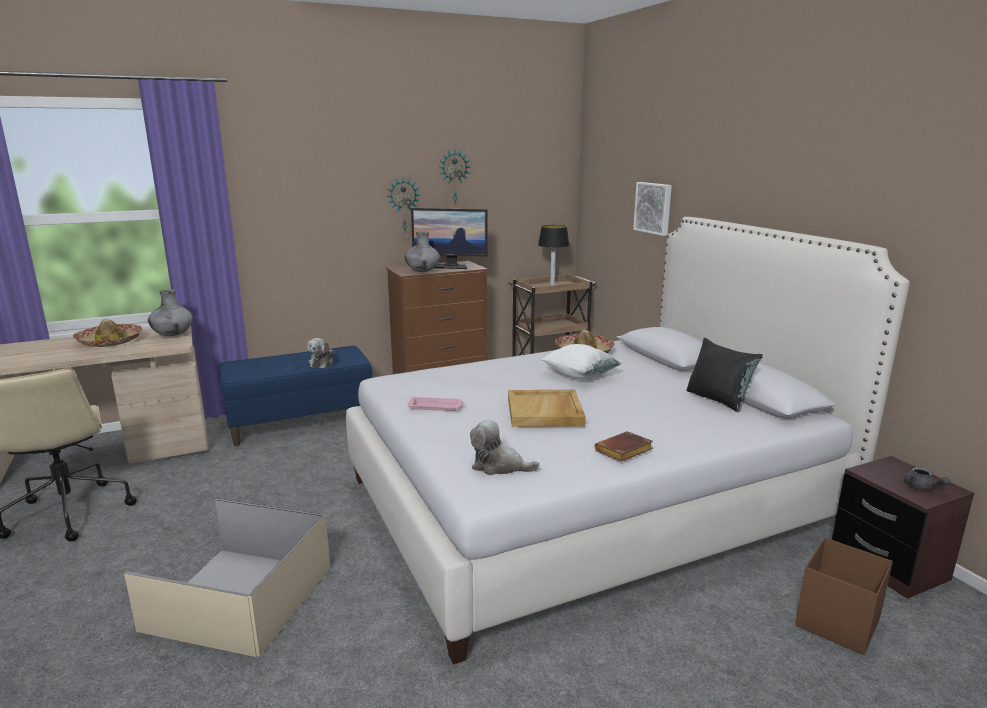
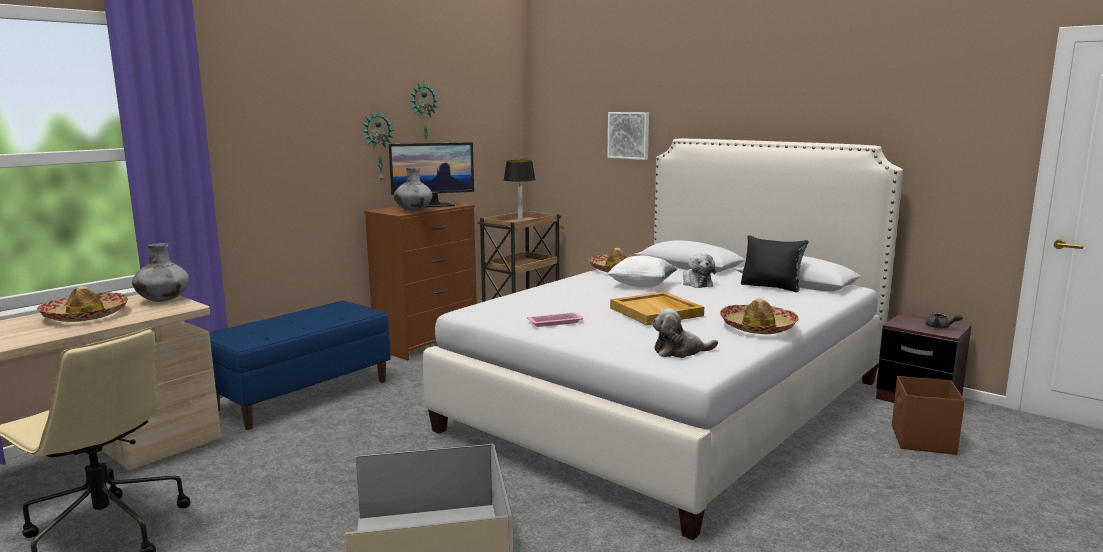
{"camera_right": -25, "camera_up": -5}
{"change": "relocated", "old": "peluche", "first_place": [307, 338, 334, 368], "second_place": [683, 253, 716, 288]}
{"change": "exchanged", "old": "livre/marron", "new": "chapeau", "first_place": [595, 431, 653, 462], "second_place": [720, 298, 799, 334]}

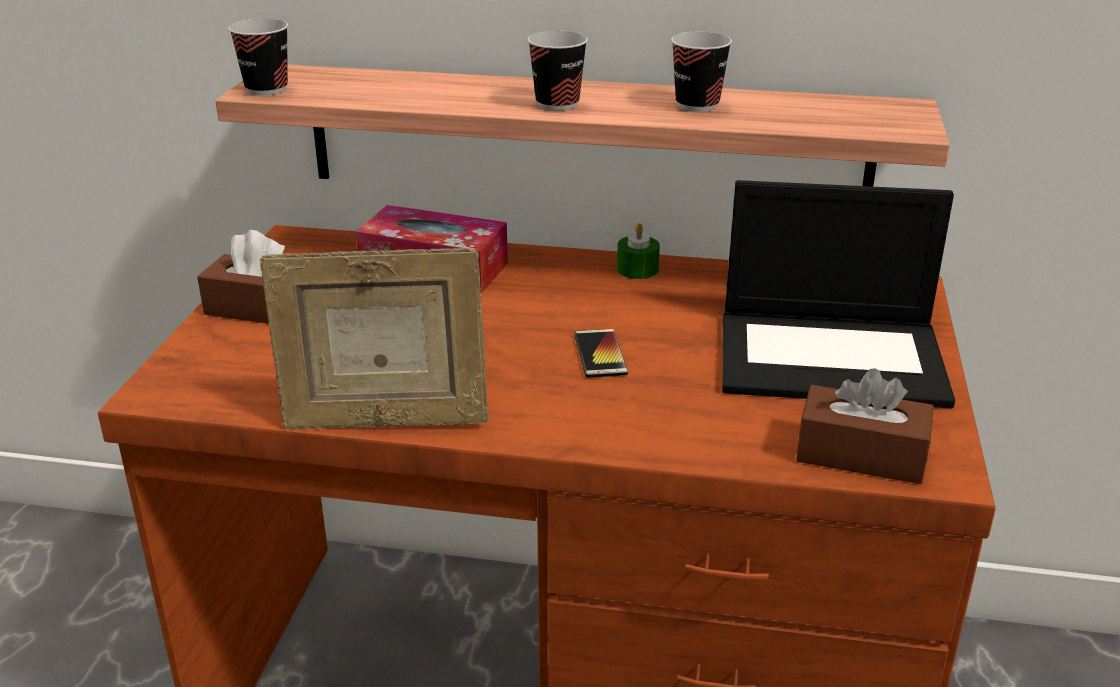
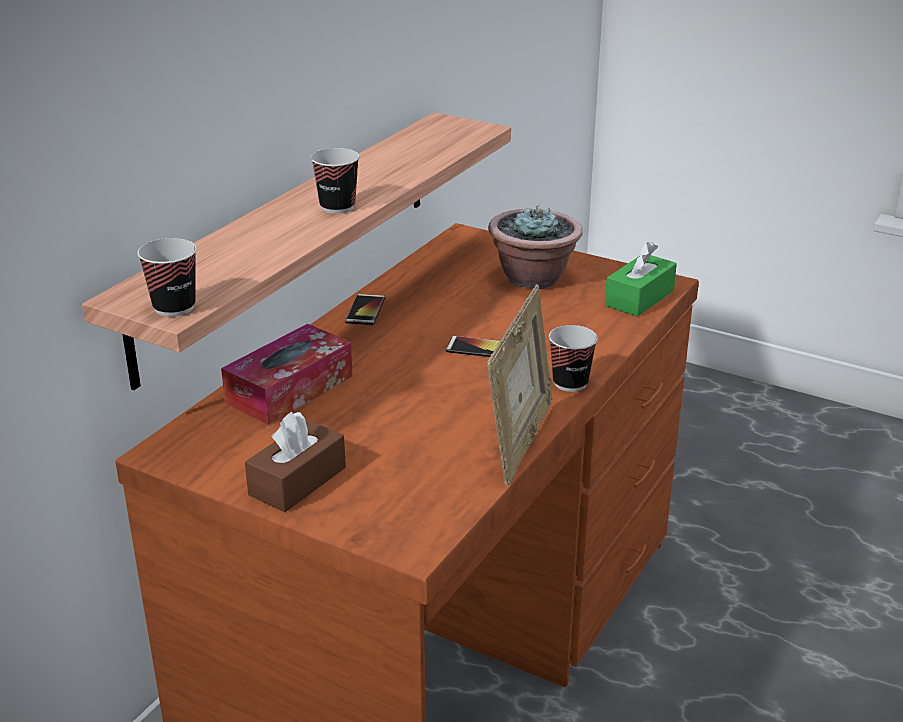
{"camera_right": -70, "camera_up": 0}
{"change": "relocated", "old": "tasse", "first_place": [671, 32, 732, 112], "second_place": [549, 325, 598, 392]}
{"change": "exchanged", "old": "bougie/vert", "new": "téléphone", "first_place": [617, 223, 660, 279], "second_place": [345, 294, 385, 325]}
{"change": "exchanged", "old": "ordinateur portable", "new": "plante en pot", "first_place": [722, 180, 955, 408], "second_place": [488, 205, 582, 289]}
{"change": "colour", "old": "boîte à mouchoirs/marron", "new": "boîte à mouchoirs/vert", "first_place": [796, 368, 934, 484], "second_place": [605, 242, 677, 317]}

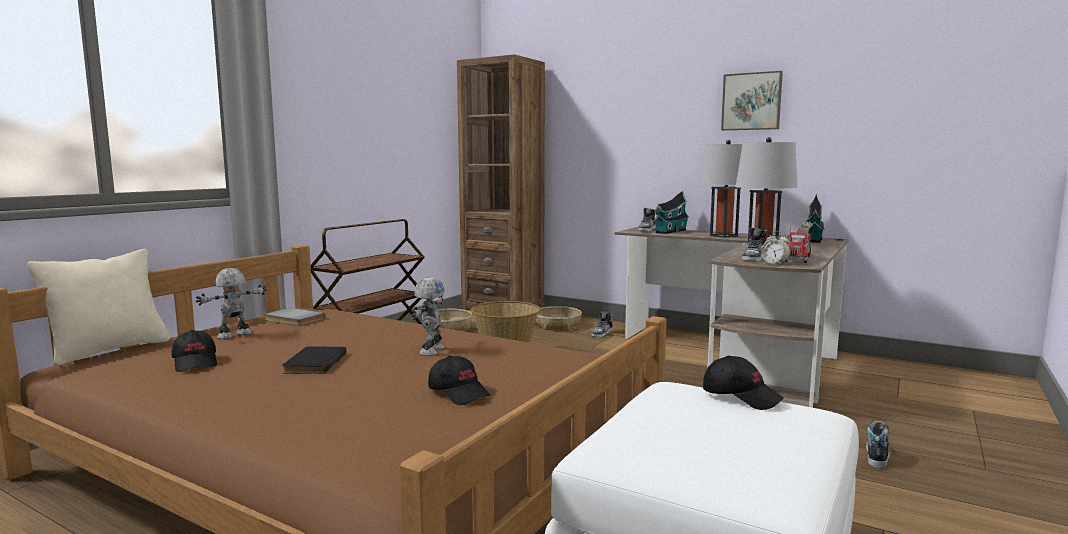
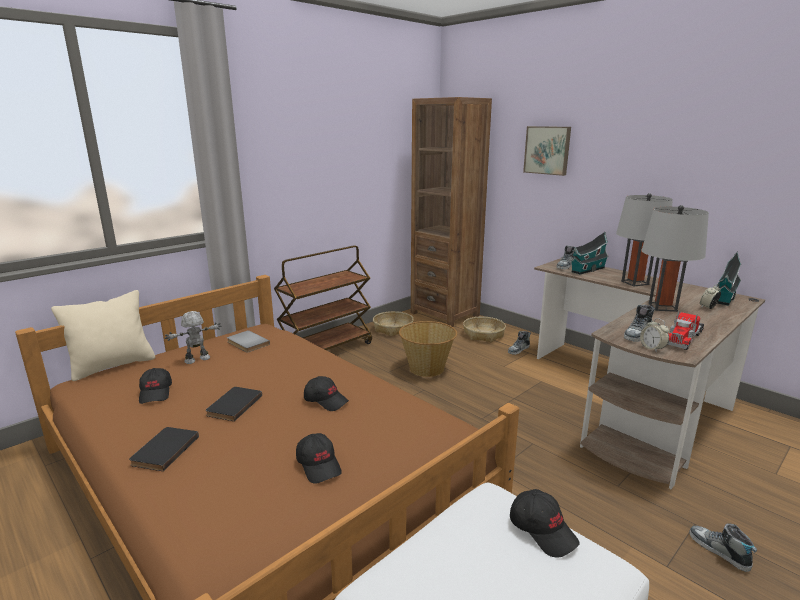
{"camera_right": 15, "camera_up": 10}
{"change": "appeared", "new": "livre/noir", "second_place": [129, 427, 199, 471]}
{"change": "relocated", "old": "tableau", "first_place": [721, 71, 783, 130], "second_place": [523, 126, 571, 176]}
{"change": "exchanged", "old": "robot jouet", "new": "casquette/noir", "first_place": [412, 277, 445, 356], "second_place": [304, 376, 349, 411]}
{"change": "spun", "old": "chaussure", "first_place": [866, 421, 890, 468], "second_place": [689, 524, 757, 572], "degrees": -75}

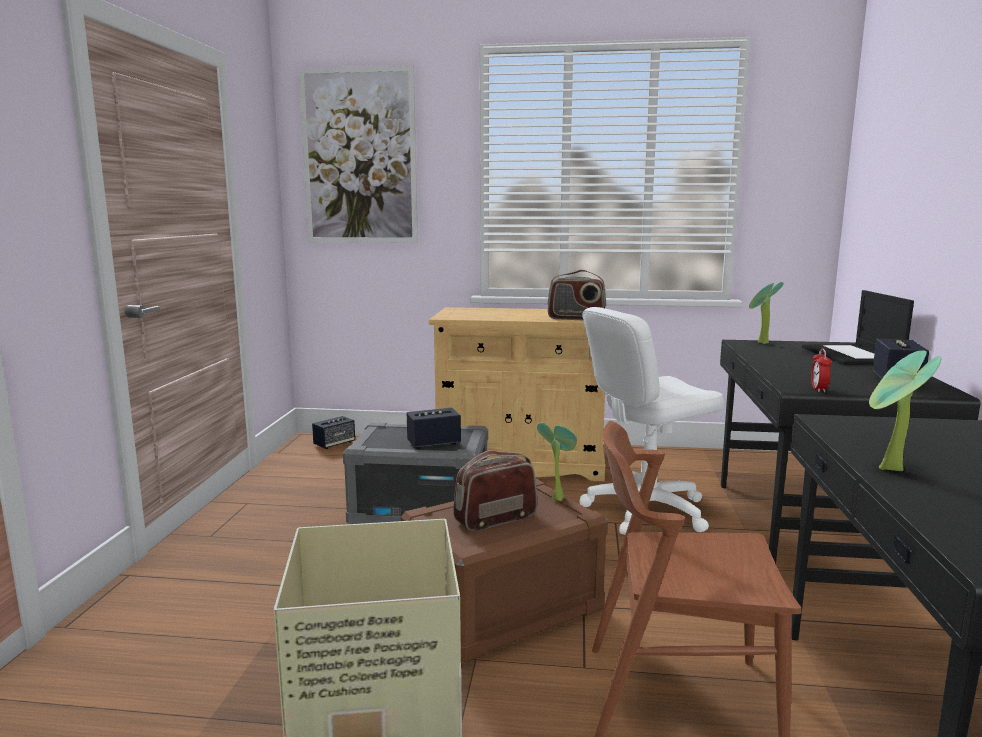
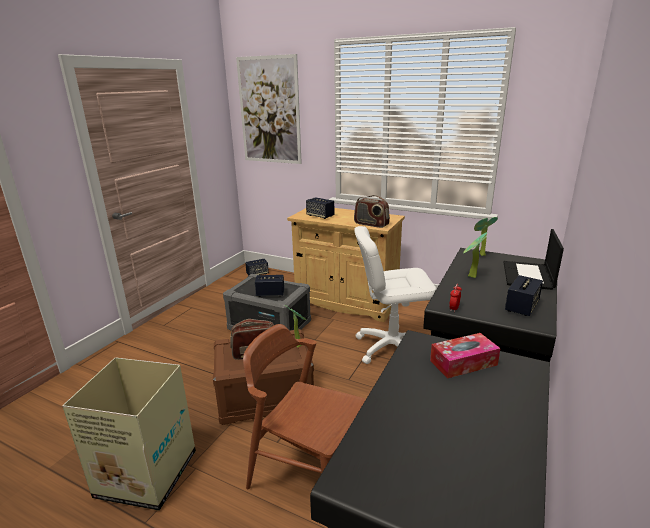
{"camera_right": 20, "camera_up": 10}
{"change": "appeared", "new": "enceinte", "second_place": [306, 197, 335, 219]}
{"change": "appeared", "new": "boîte à mouchoirs", "second_place": [430, 333, 500, 378]}
{"change": "relocated", "old": "plante en pot", "first_place": [869, 350, 942, 471], "second_place": [463, 232, 488, 278]}

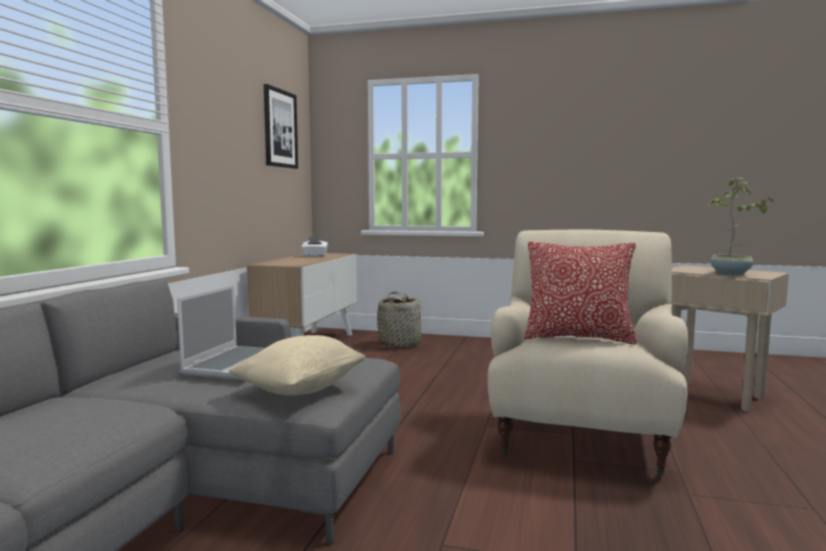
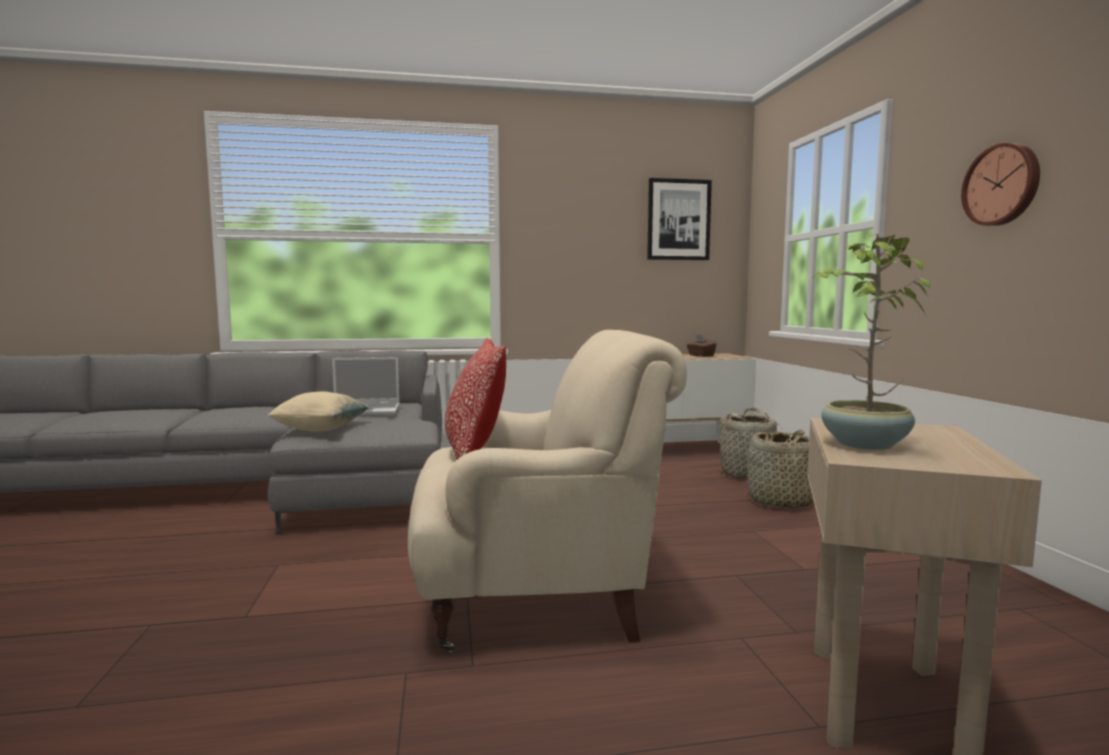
{"camera_right": 65, "camera_up": 0}
{"change": "appeared", "new": "panier", "second_place": [748, 426, 813, 509]}
{"change": "appeared", "new": "horloge murale", "second_place": [961, 143, 1040, 226]}
{"change": "colour", "old": "boîte à mouchoirs/blanc", "new": "boîte à mouchoirs/marron", "first_place": [301, 237, 328, 257], "second_place": [687, 335, 717, 357]}

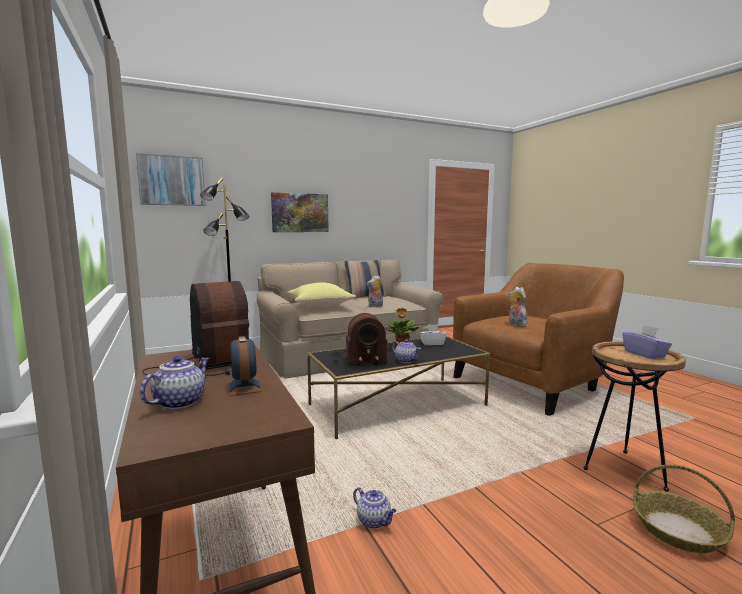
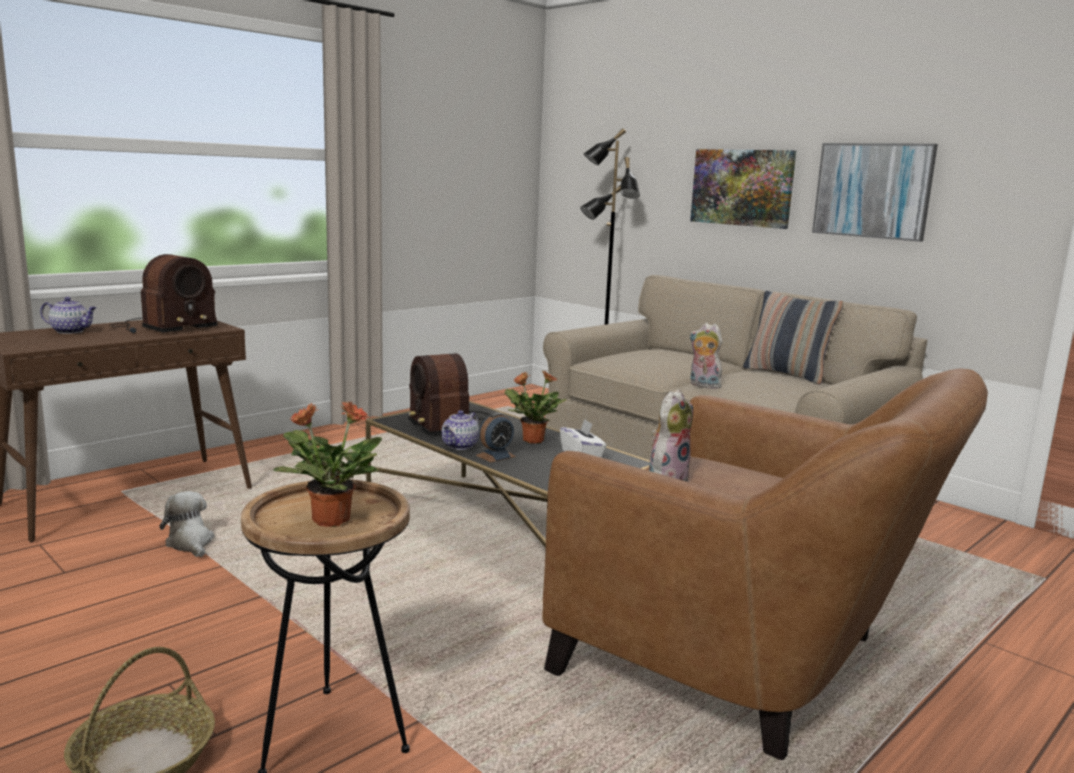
{"camera_right": 70, "camera_up": 5}
{"change": "missing", "old": "coussin/jaune", "first_place": [287, 282, 356, 308]}
{"change": "relocated", "old": "tableau", "first_place": [136, 153, 206, 206], "second_place": [812, 143, 938, 242]}
{"change": "relocated", "old": "réveil", "first_place": [229, 336, 261, 396], "second_place": [476, 412, 516, 462]}
{"change": "exchanged", "old": "théière", "new": "peluche", "first_place": [353, 487, 396, 529], "second_place": [160, 491, 214, 557]}
{"change": "exchanged", "old": "boîte à mouchoirs/violet", "new": "plante en pot", "first_place": [622, 325, 672, 359], "second_place": [274, 401, 382, 527]}

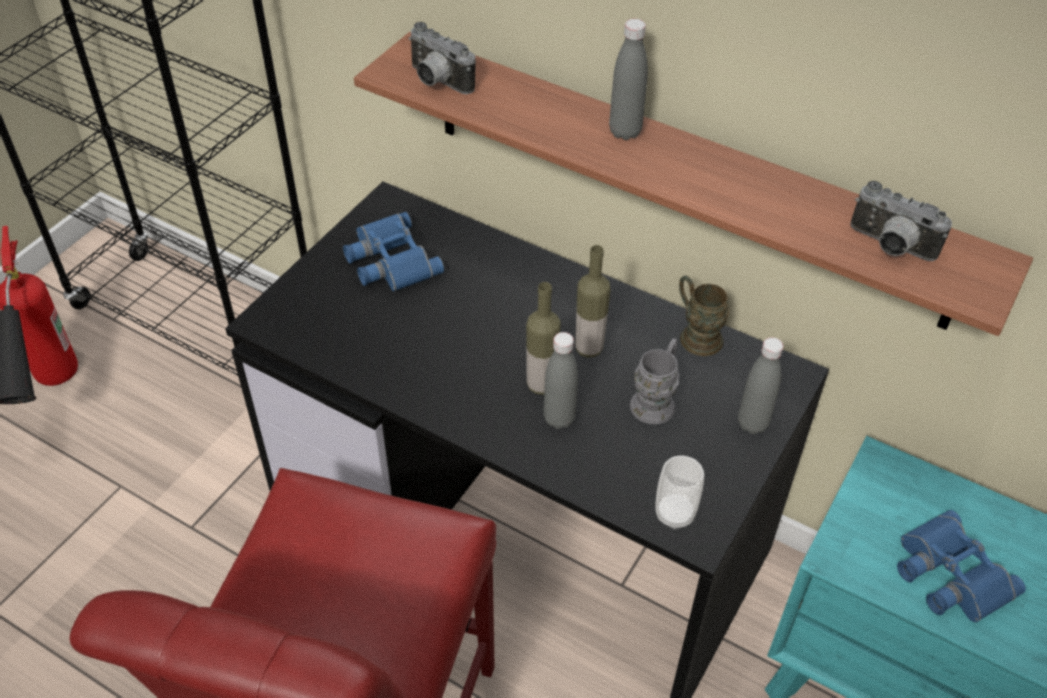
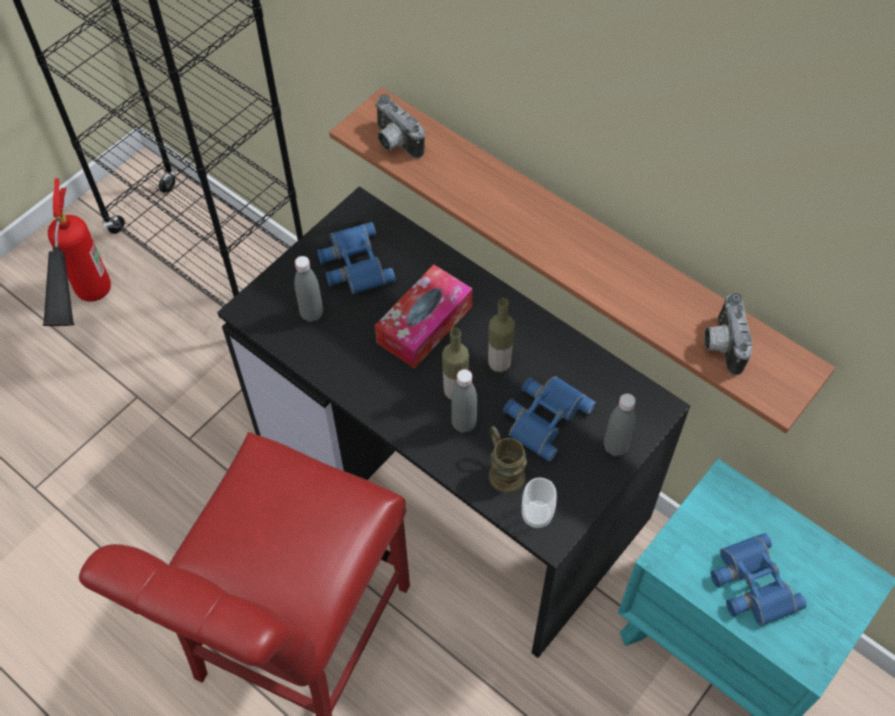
{"camera_right": 10, "camera_up": 10}
{"change": "appeared", "new": "boîte à mouchoirs", "second_place": [375, 265, 473, 369]}
{"change": "relocated", "old": "bouteille/gris", "first_place": [609, 19, 648, 140], "second_place": [294, 256, 323, 322]}
{"change": "relocated", "old": "mug/marron", "first_place": [679, 276, 729, 356], "second_place": [488, 426, 527, 493]}
{"change": "exchanged", "old": "mug/gris", "new": "jumelles/bleu", "first_place": [630, 338, 679, 424], "second_place": [503, 376, 596, 462]}
{"change": "spun", "old": "appareil photo", "first_place": [850, 181, 952, 261], "second_place": [704, 293, 752, 375], "degrees": 45}

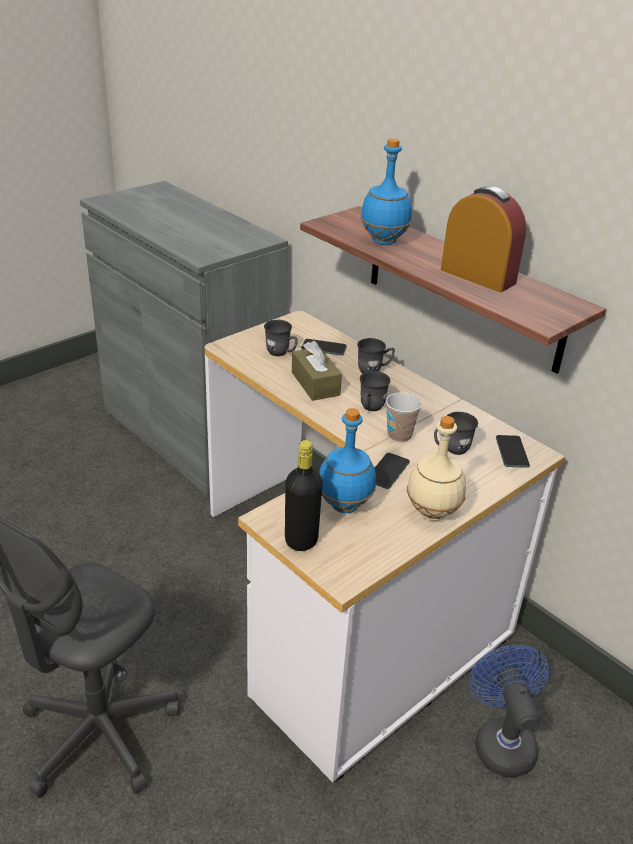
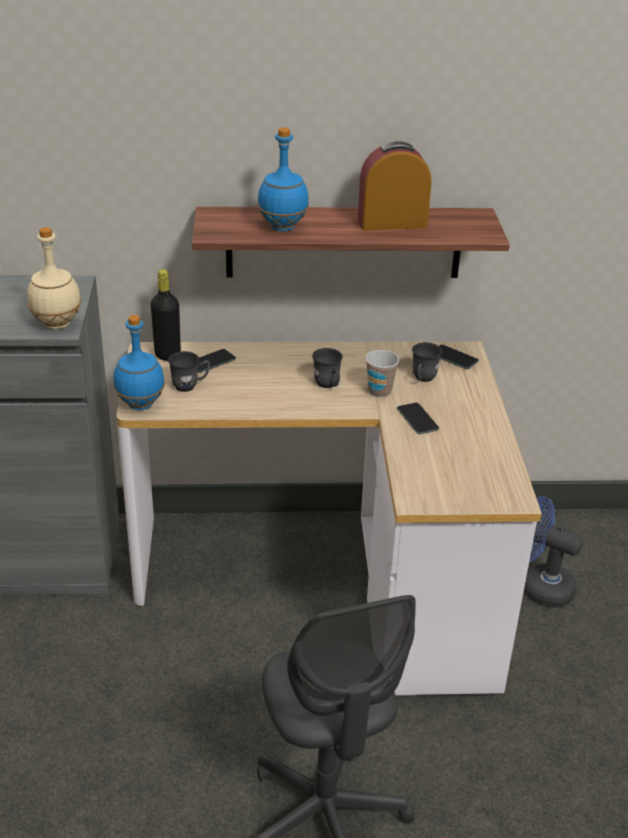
{"camera_right": -50, "camera_up": 0}
{"change": "missing", "old": "boîte à mouchoirs/marron", "first_place": [292, 341, 342, 401]}
{"change": "missing", "old": "mug/gris", "first_place": [357, 338, 395, 374]}
{"change": "relocated", "old": "bouteille/noir", "first_place": [285, 440, 323, 551], "second_place": [151, 269, 181, 361]}
{"change": "relocated", "old": "bouteille/bleu", "first_place": [319, 408, 376, 513], "second_place": [114, 315, 165, 410]}
{"change": "relocated", "old": "bouteille/beige", "first_place": [407, 416, 466, 521], "second_place": [27, 227, 81, 329]}

